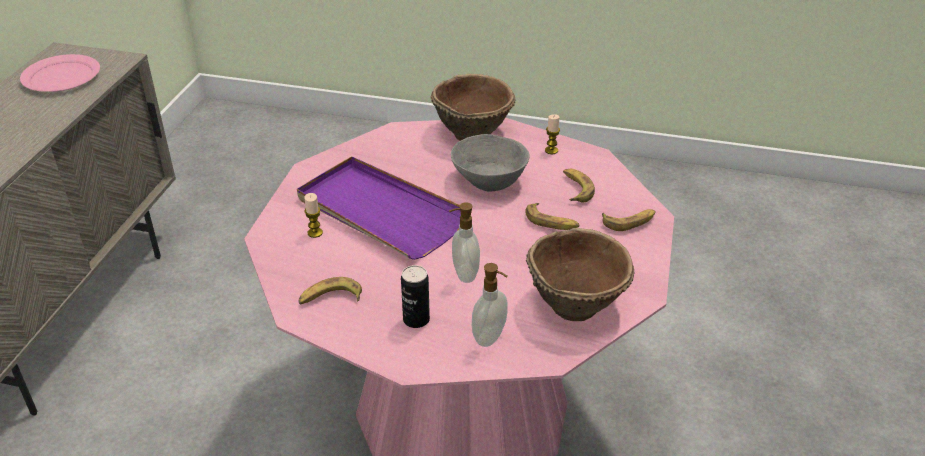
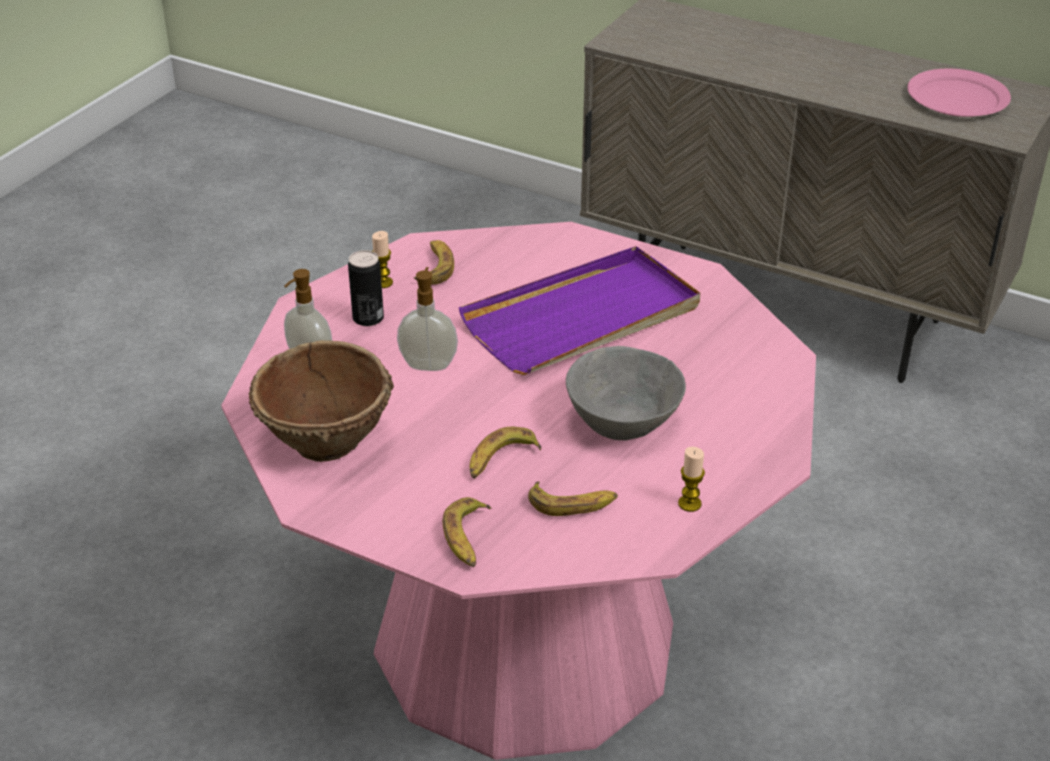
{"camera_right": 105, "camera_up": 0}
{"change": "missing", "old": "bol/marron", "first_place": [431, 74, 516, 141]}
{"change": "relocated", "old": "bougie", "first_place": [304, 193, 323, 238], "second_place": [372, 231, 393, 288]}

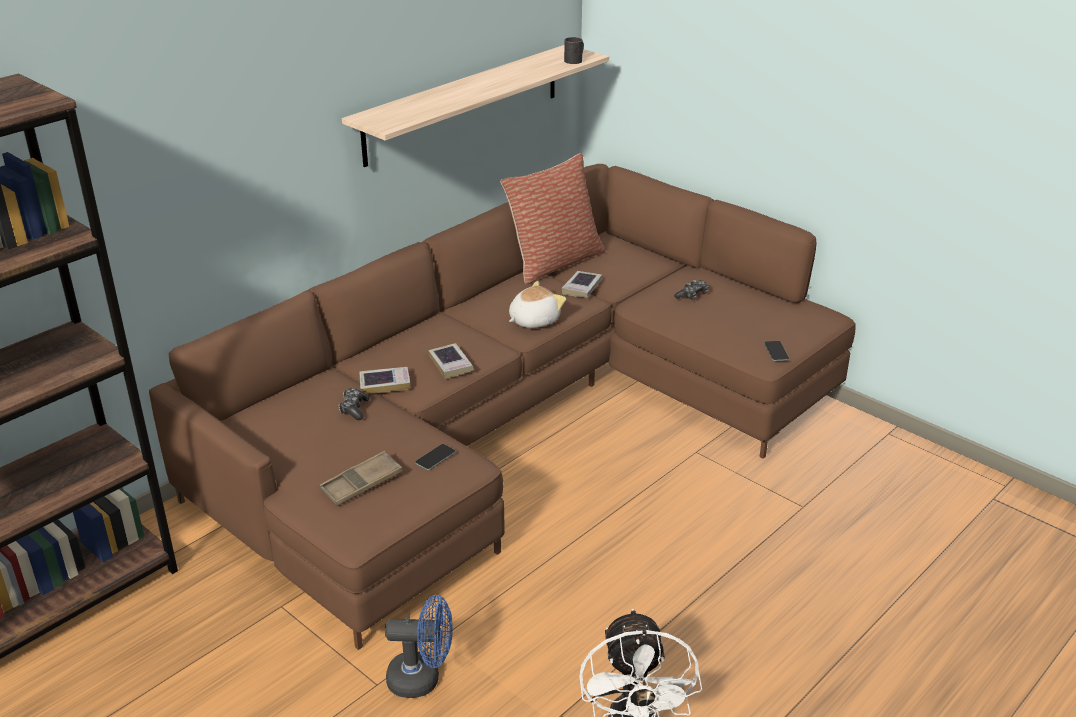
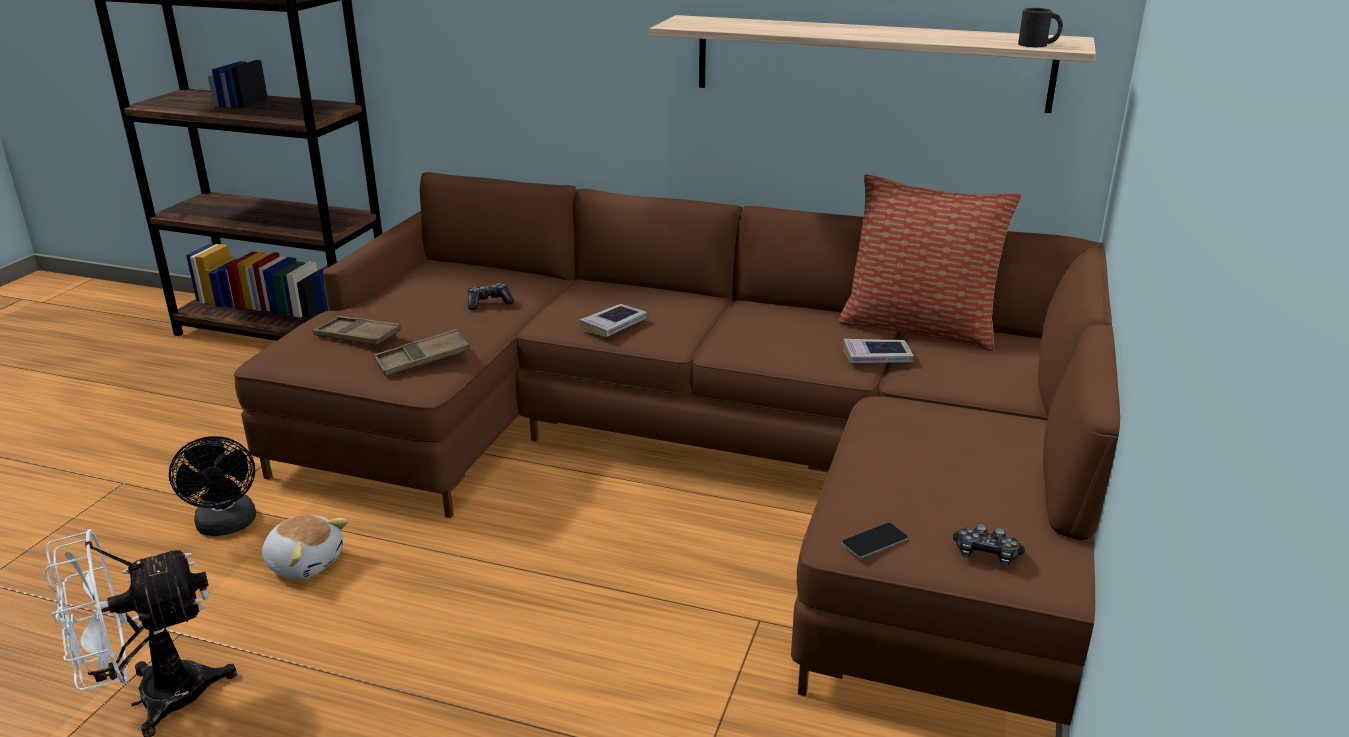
{"camera_right": 65, "camera_up": -5}
{"change": "missing", "old": "livre", "first_place": [359, 367, 410, 394]}
{"change": "relocated", "old": "peluche", "first_place": [509, 281, 566, 328], "second_place": [262, 515, 348, 580]}
{"change": "relocated", "old": "manette", "first_place": [674, 280, 709, 300], "second_place": [953, 524, 1025, 566]}
{"change": "exchanged", "old": "téléphone", "new": "plateau/marron", "first_place": [415, 444, 455, 470], "second_place": [374, 329, 470, 376]}
{"change": "colour", "old": "ventilateur/bleu", "new": "ventilateur/noir", "first_place": [385, 595, 453, 698], "second_place": [169, 436, 256, 536]}

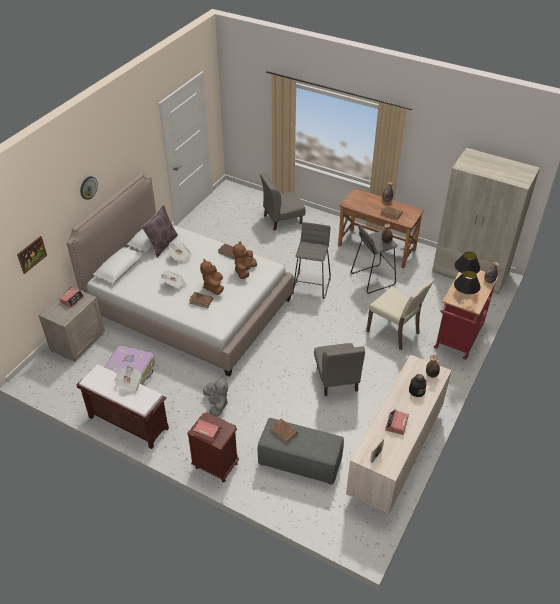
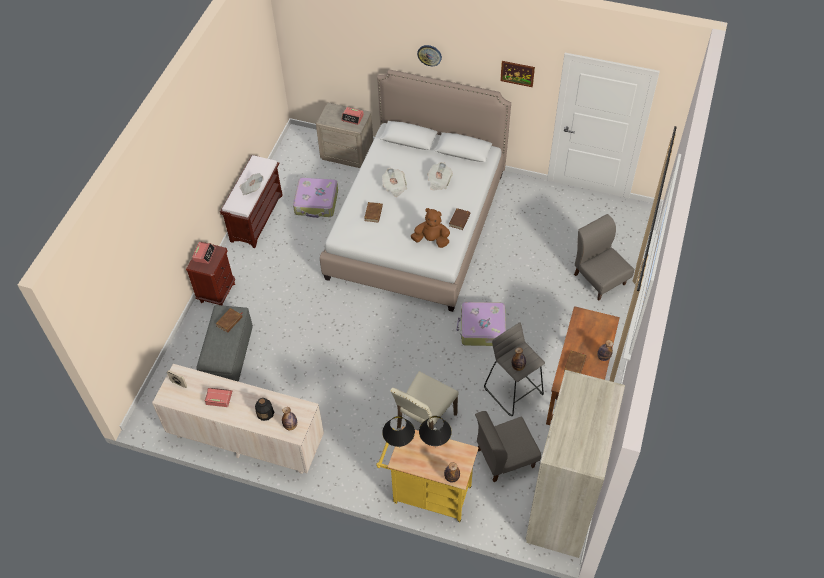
{"camera_right": 80, "camera_up": 10}
{"change": "missing", "old": "coussin/marron", "first_place": [142, 205, 178, 257]}
{"change": "missing", "old": "peluche/marron", "first_place": [200, 259, 224, 295]}
{"change": "missing", "old": "peluche/gris", "first_place": [203, 376, 228, 417]}
{"change": "relocated", "old": "tableau", "first_place": [17, 236, 47, 274], "second_place": [500, 61, 535, 87]}
{"change": "relocated", "old": "chaise/gris", "first_place": [314, 343, 365, 396], "second_place": [475, 411, 541, 482]}
{"change": "exchanged", "old": "tabouret/gris", "new": "valise", "first_place": [292, 222, 331, 299], "second_place": [457, 302, 506, 346]}
{"change": "colour", "old": "chariot/rouge", "new": "chariot/jaune", "first_place": [434, 270, 499, 360], "second_place": [376, 426, 479, 522]}

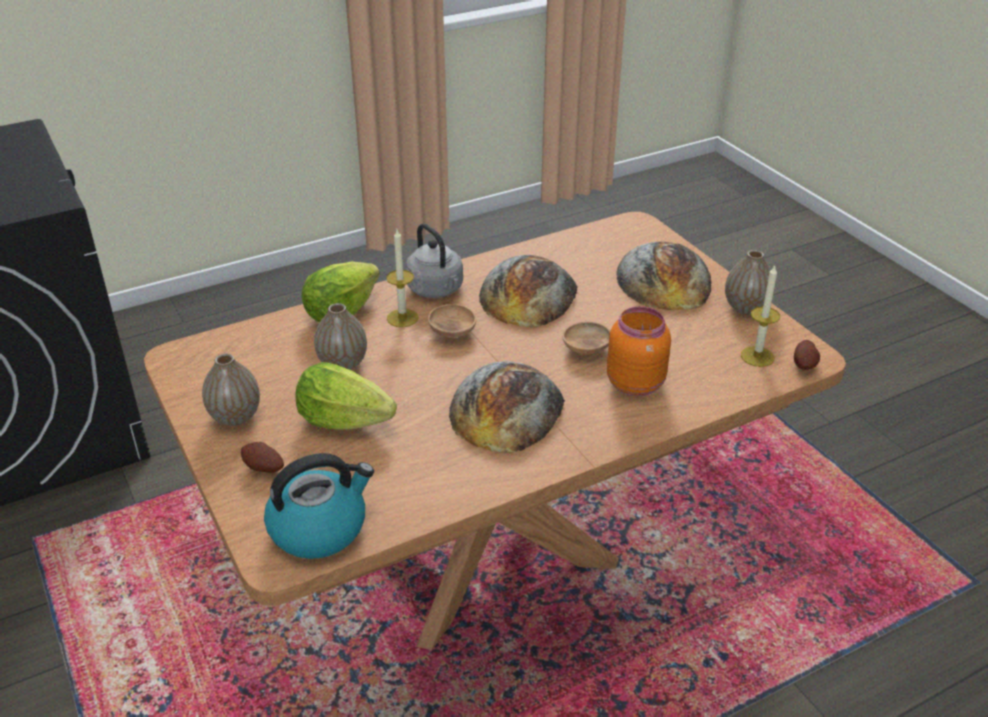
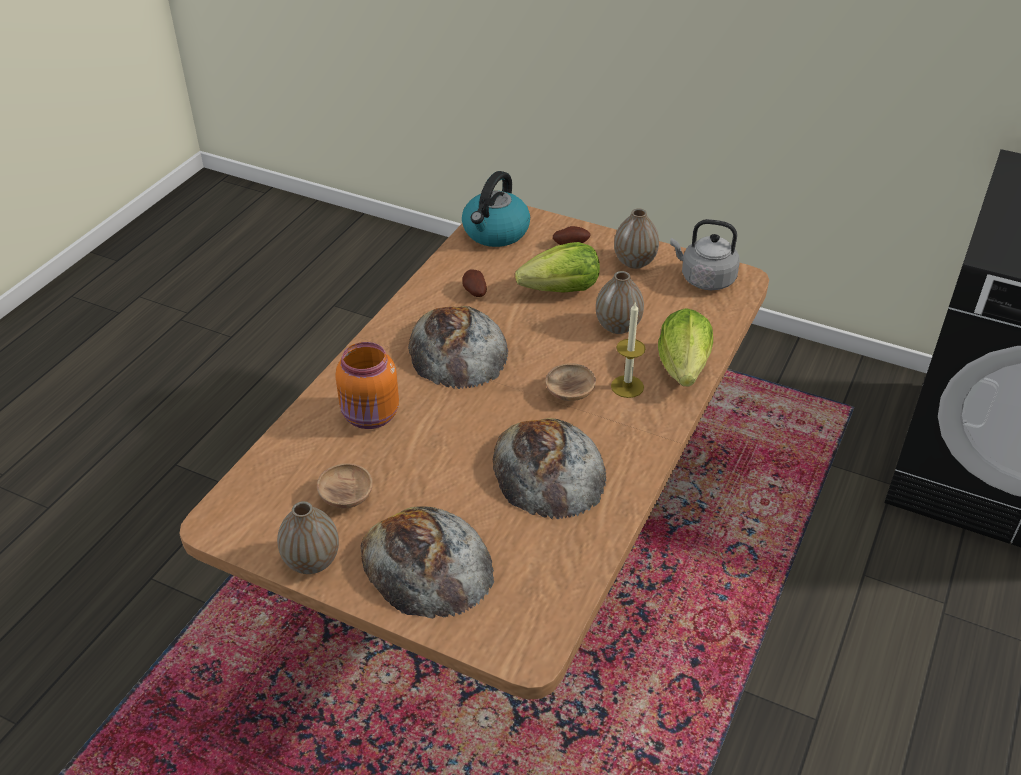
{"camera_right": 145, "camera_up": 5}
{"change": "missing", "old": "bougie", "first_place": [741, 266, 780, 367]}
{"change": "relocated", "old": "bouilloire/gris", "first_place": [405, 223, 463, 298], "second_place": [670, 219, 740, 290]}
{"change": "relocated", "old": "bol/marron", "first_place": [562, 322, 610, 354], "second_place": [317, 463, 373, 509]}
{"change": "relocated", "old": "pomme de terre", "first_place": [794, 340, 820, 370], "second_place": [462, 270, 487, 297]}

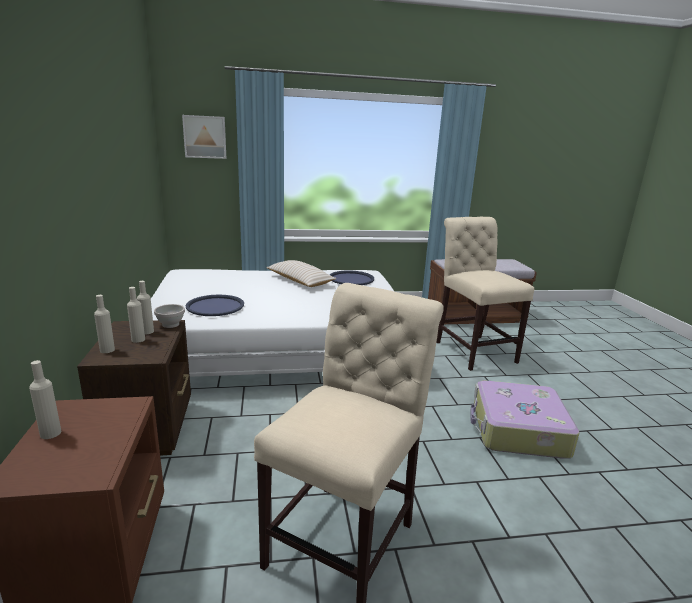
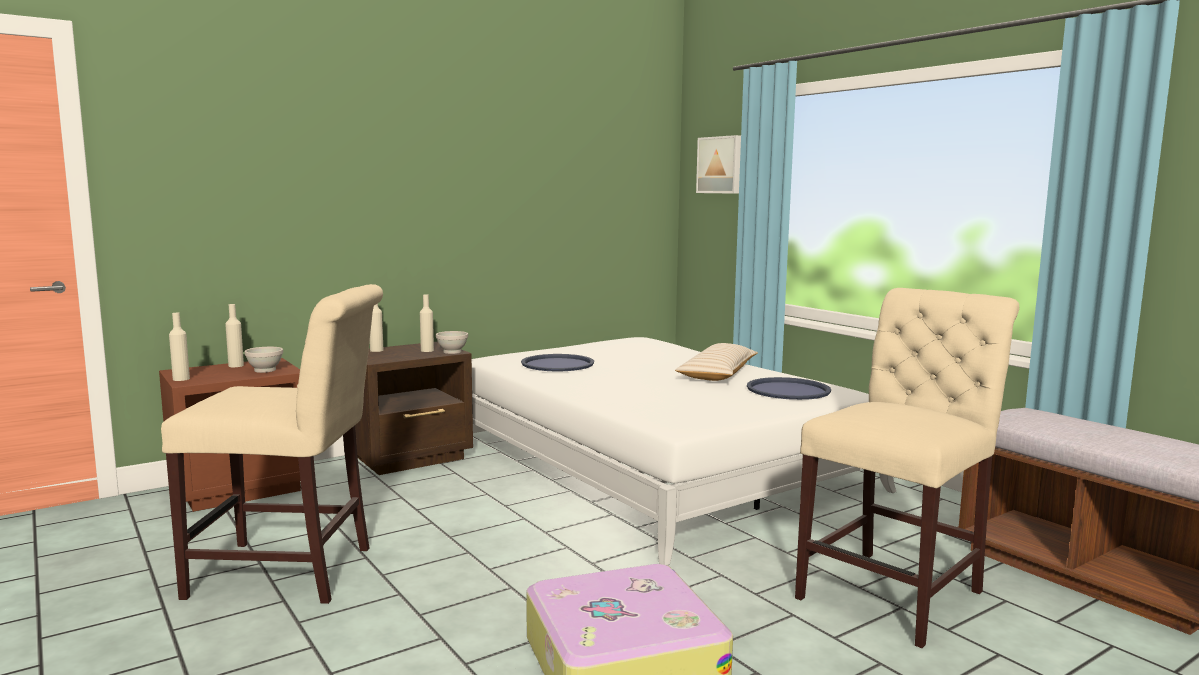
{"camera_right": 65, "camera_up": -10}
{"change": "appeared", "new": "bol/blanc", "second_place": [245, 347, 283, 373]}
{"change": "relocated", "old": "bouteille/beige", "first_place": [127, 287, 145, 343], "second_place": [169, 313, 190, 381]}

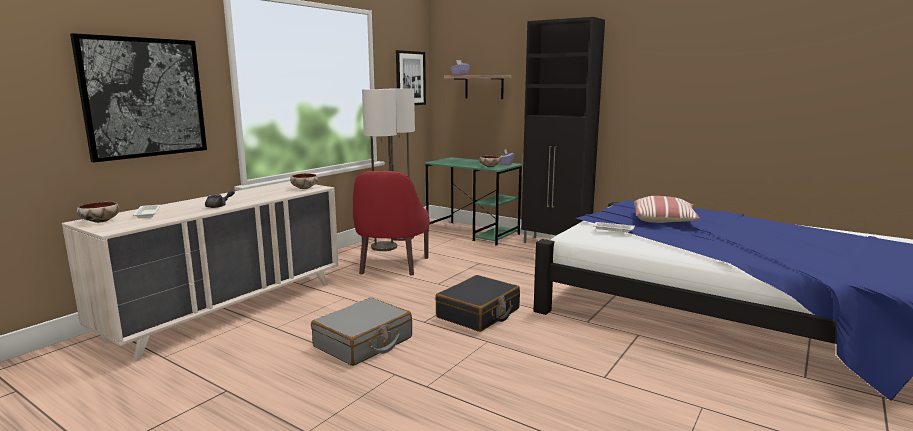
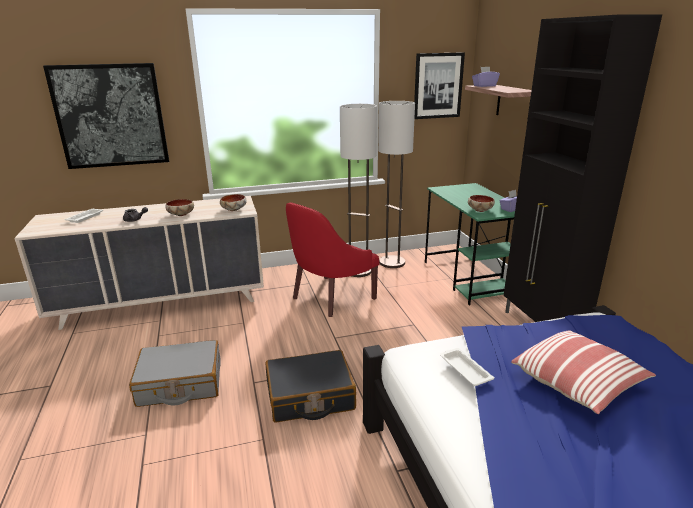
{"camera_right": 40, "camera_up": 10}
{"change": "relocated", "old": "bol", "first_place": [77, 202, 120, 223], "second_place": [165, 199, 194, 216]}

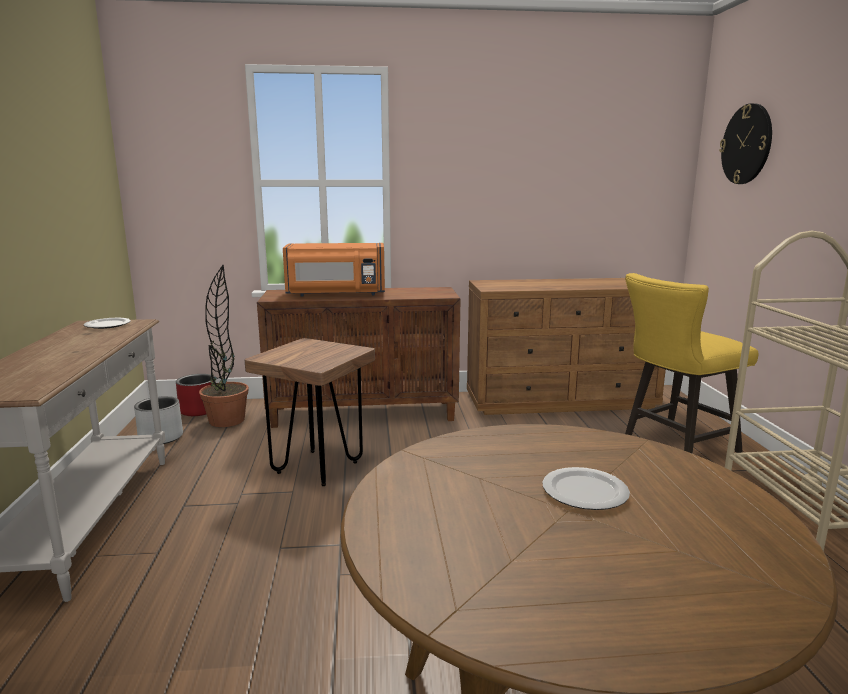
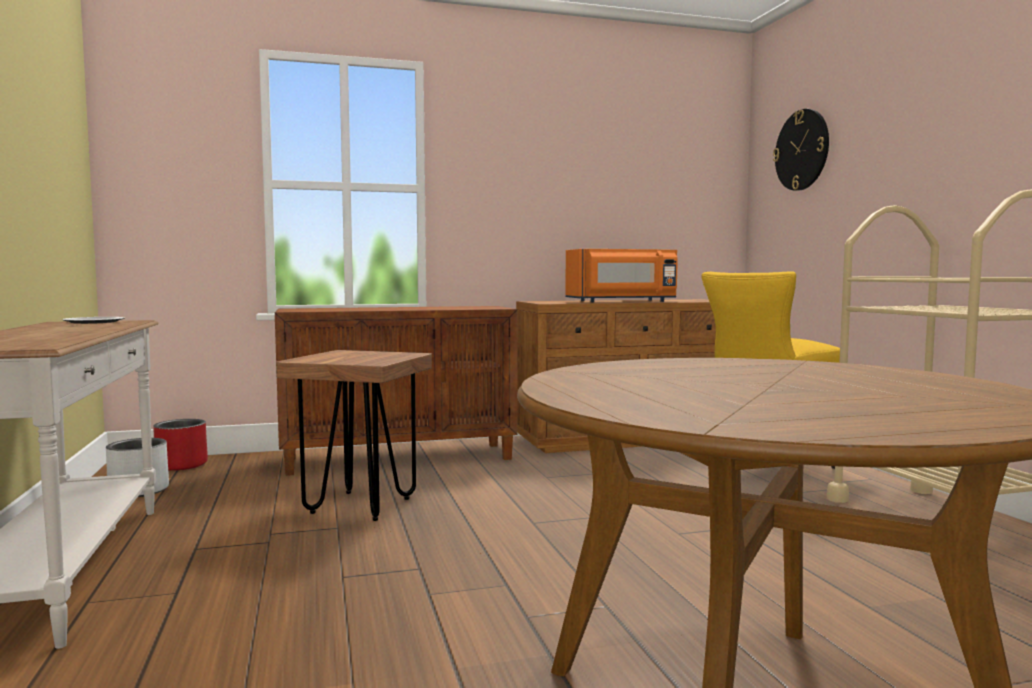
{"camera_right": -10, "camera_up": -10}
{"change": "missing", "old": "plante en pot", "first_place": [199, 264, 249, 427]}
{"change": "missing", "old": "assiette", "first_place": [542, 467, 630, 510]}
{"change": "relocated", "old": "micro-ondes/orange", "first_place": [283, 243, 385, 297], "second_place": [565, 249, 678, 302]}

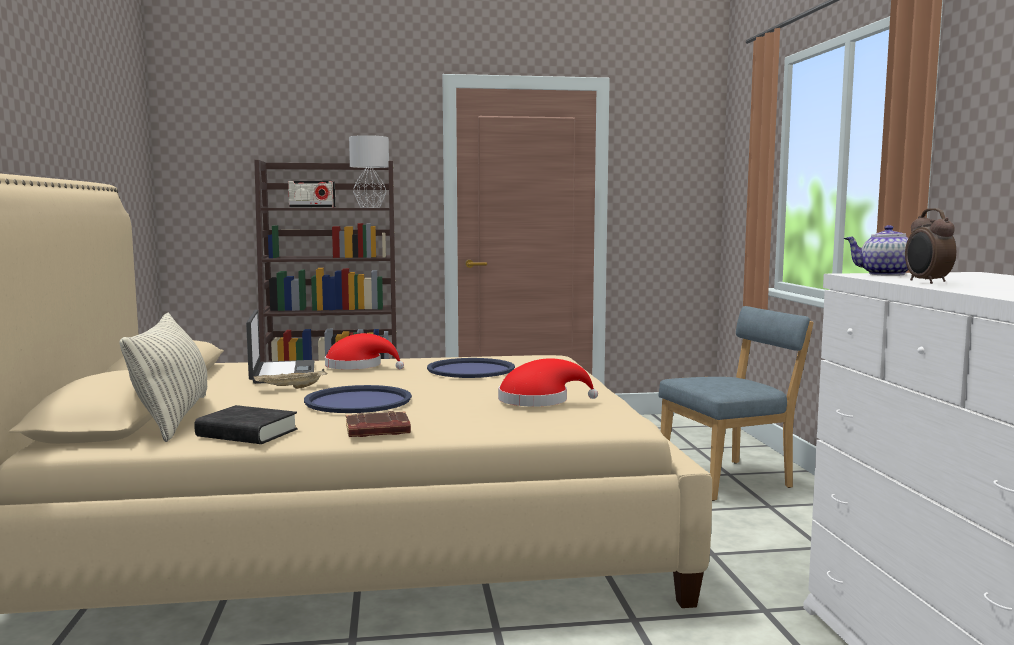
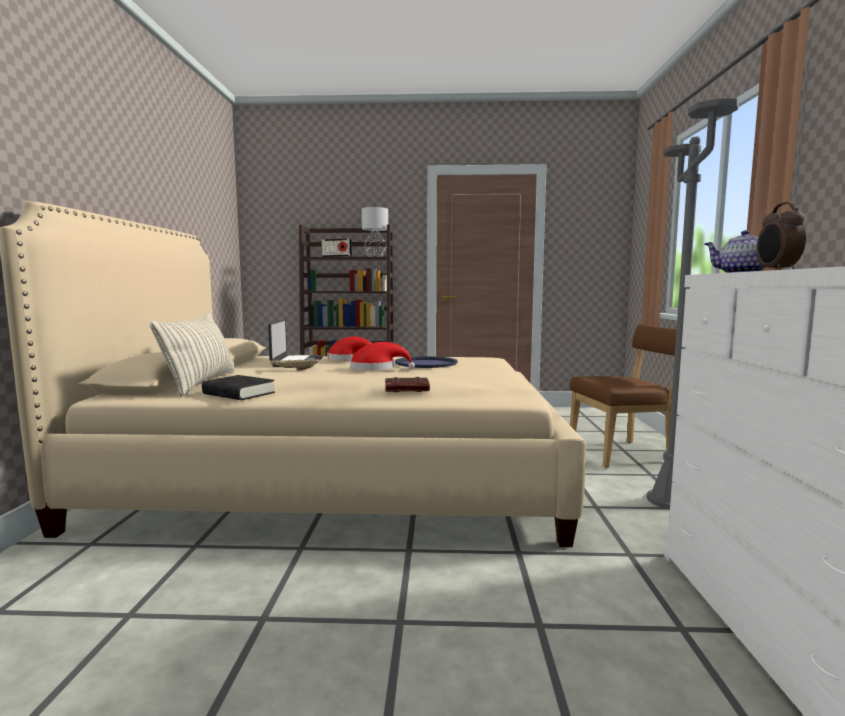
{"camera_right": 10, "camera_up": 0}
{"change": "missing", "old": "plateau/bleu", "first_place": [304, 385, 412, 413]}
{"change": "appeared", "new": "lampadaire/gris", "second_place": [647, 98, 739, 509]}
{"change": "relocated", "old": "livre/marron", "first_place": [346, 411, 411, 437], "second_place": [385, 377, 430, 392]}
{"change": "relocated", "old": "chapeau/rouge", "first_place": [498, 358, 598, 407], "second_place": [350, 342, 415, 370]}
{"change": "colour", "old": "chaise/bleu", "new": "chaise/marron", "first_place": [658, 306, 814, 501], "second_place": [569, 324, 676, 468]}

